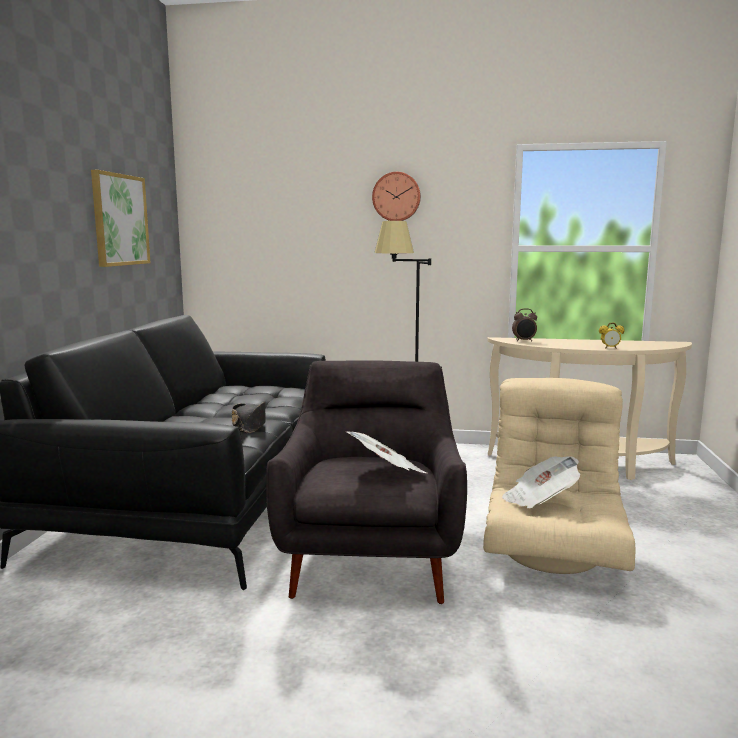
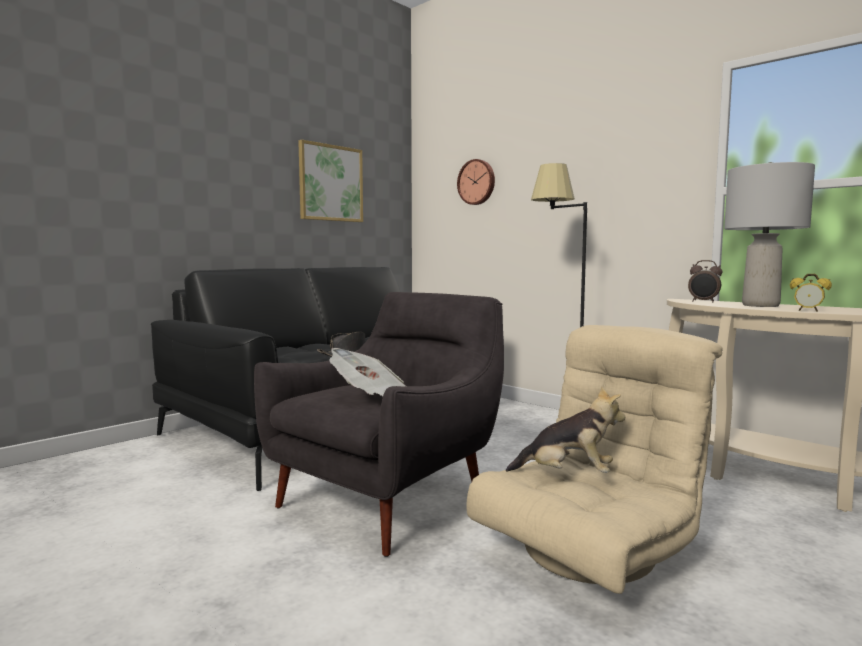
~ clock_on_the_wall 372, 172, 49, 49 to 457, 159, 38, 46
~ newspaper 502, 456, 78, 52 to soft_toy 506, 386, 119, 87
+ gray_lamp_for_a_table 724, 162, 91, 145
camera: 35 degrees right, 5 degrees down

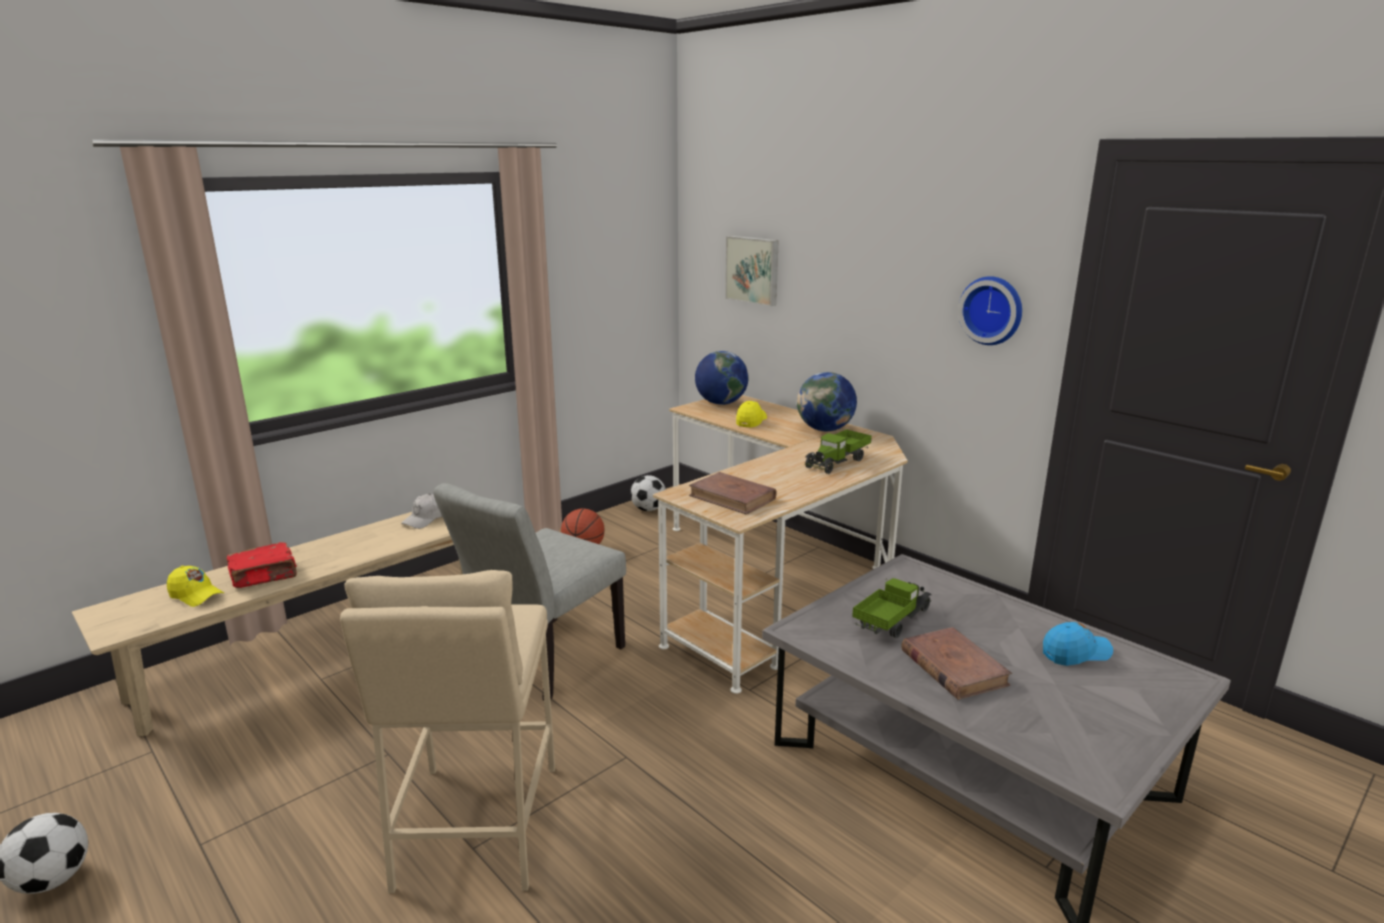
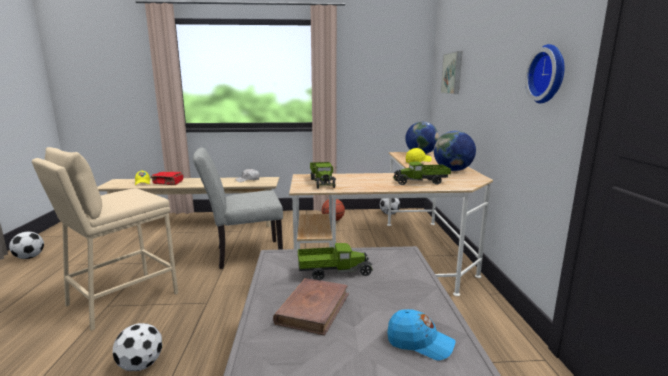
~ brown-coloured_book 689, 472, 88, 42 to model_truck 310, 162, 26, 27
+ ball_for_football 113, 323, 50, 48
camera: 40 degrees right, 5 degrees down

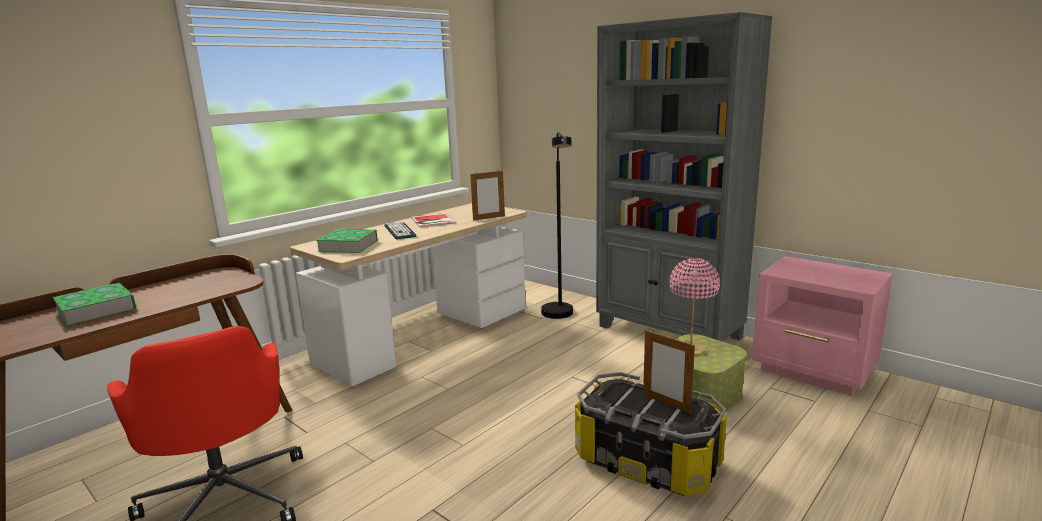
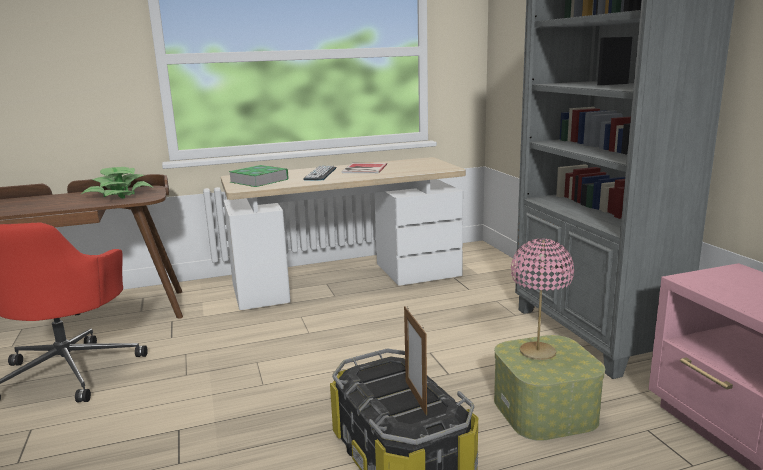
- black-coloured_floor_lamp 541, 132, 32, 187
- picture_frame 470, 171, 35, 50
- book 53, 283, 83, 43
+ potted_plant 82, 167, 72, 31
camera: 30 degrees right, 0 degrees up

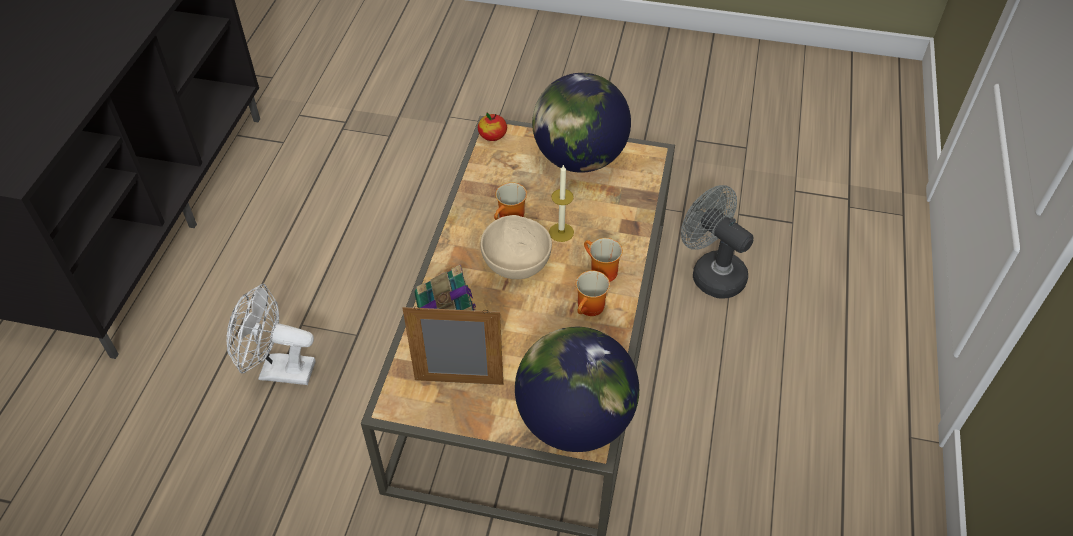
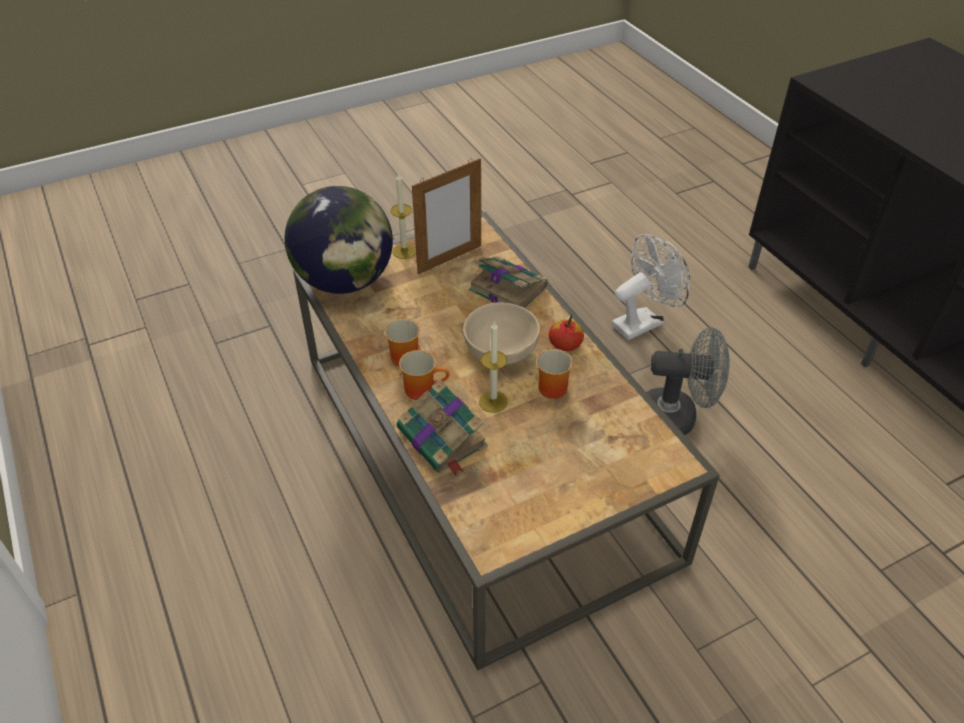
- globe 532, 73, 99, 100
~ apple_fruit 478, 113, 29, 28 to 549, 315, 35, 36
~ gray_fan 681, 185, 73, 114 to 646, 327, 84, 108
+ candle 391, 173, 25, 86
+ book 397, 379, 91, 97
camera: 140 degrees right, 5 degrees down

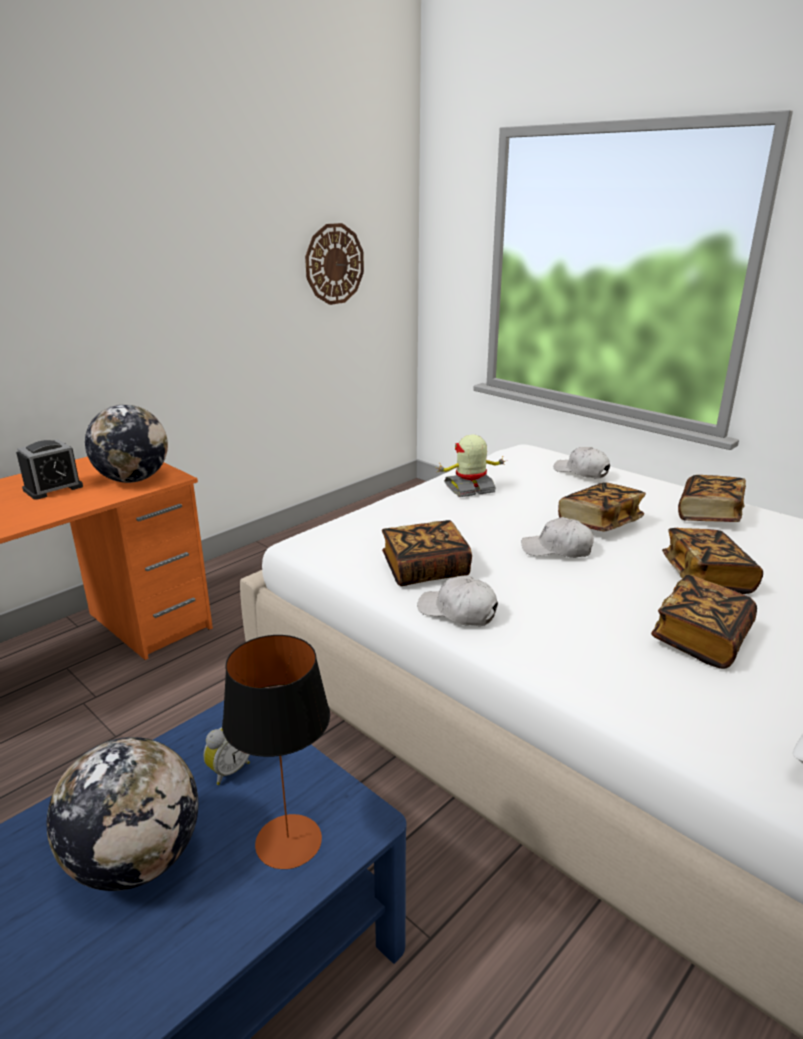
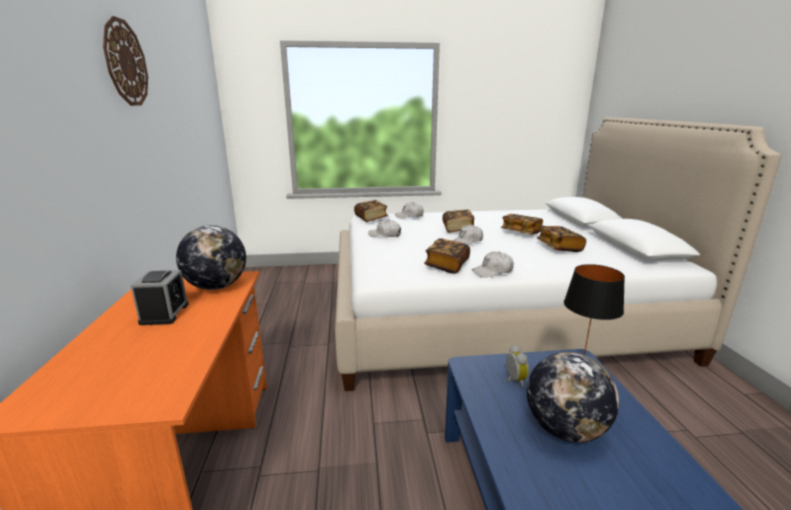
~ clock_on_the_wall 305, 223, 59, 82 to 103, 16, 45, 90
~ toy_robot 436, 435, 69, 62 to whitish_cap 368, 220, 33, 17
~ book 678, 475, 68, 47 to 354, 200, 34, 22
camera: 50 degrees left, 5 degrees down

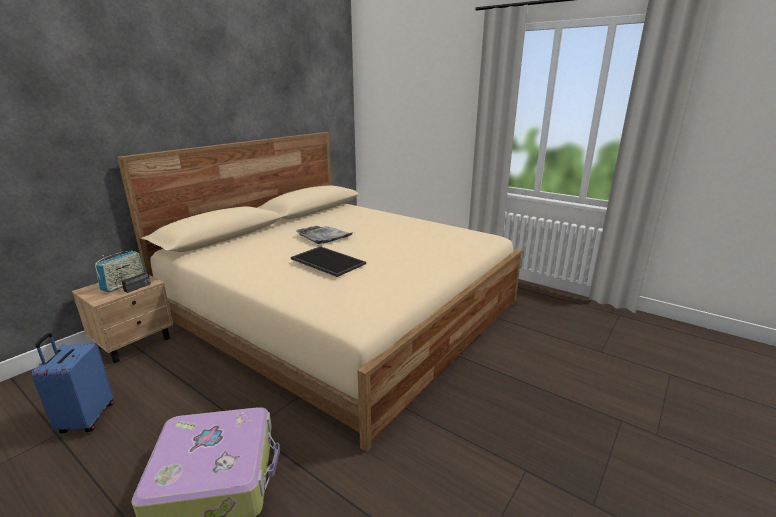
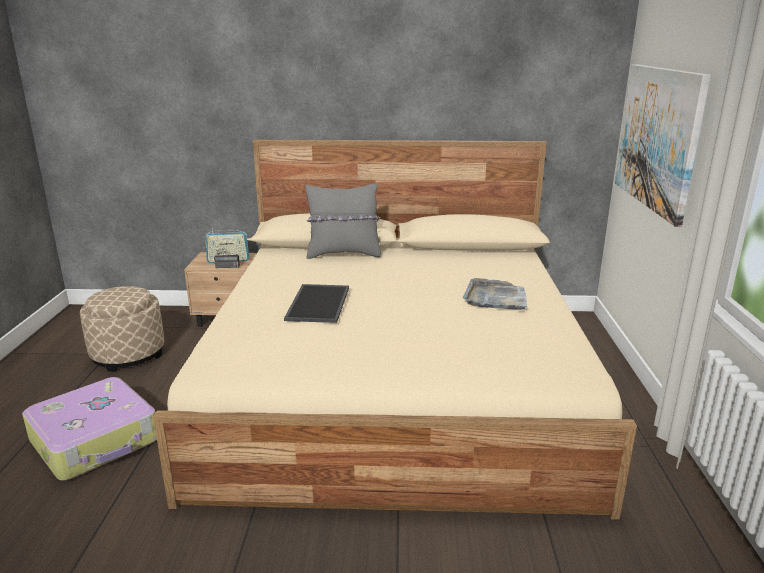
~ gray_tray 296, 226, 58, 18 to 463, 278, 65, 32
~ blue-coloured_suitcase 31, 333, 83, 100 to beige_footrest 80, 286, 84, 86
+ wall_art 615, 64, 96, 163
+ gray_pillow 305, 183, 76, 76
camera: 55 degrees right, 0 degrees up

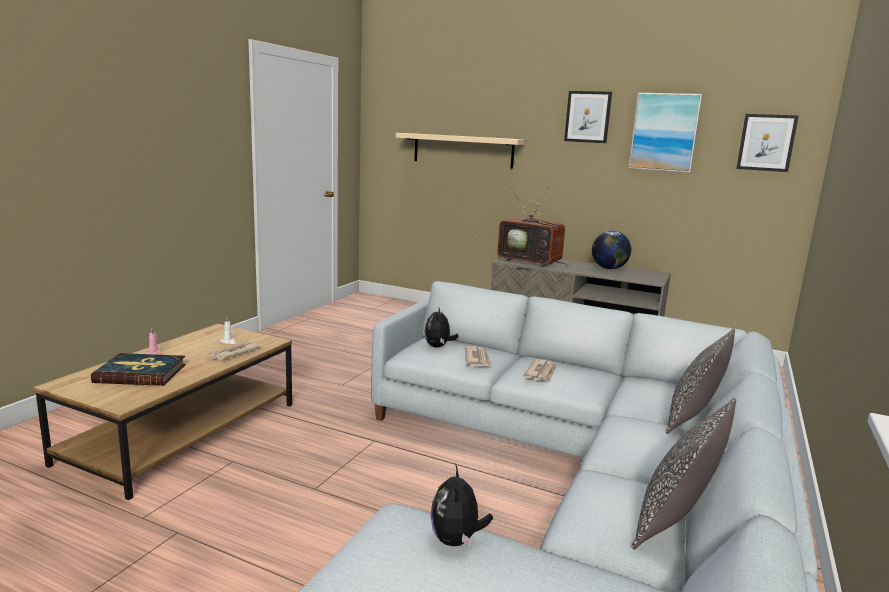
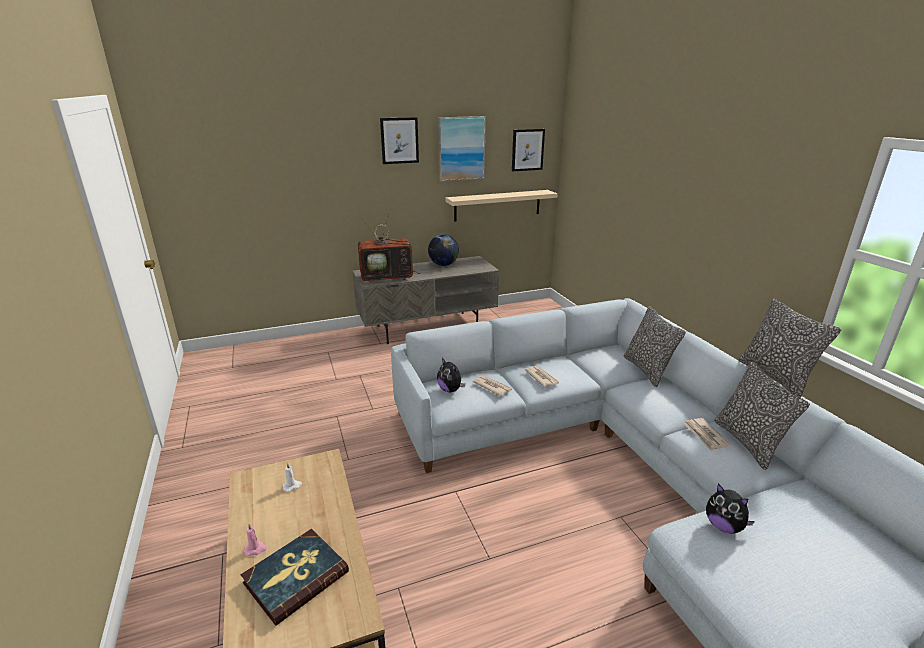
~ beige_shelf 396, 133, 129, 36 to 445, 190, 113, 32
~ newspaper 209, 342, 53, 18 to 684, 418, 46, 33
+ pillow 738, 298, 103, 100
camera: 45 degrees left, 10 degrees up

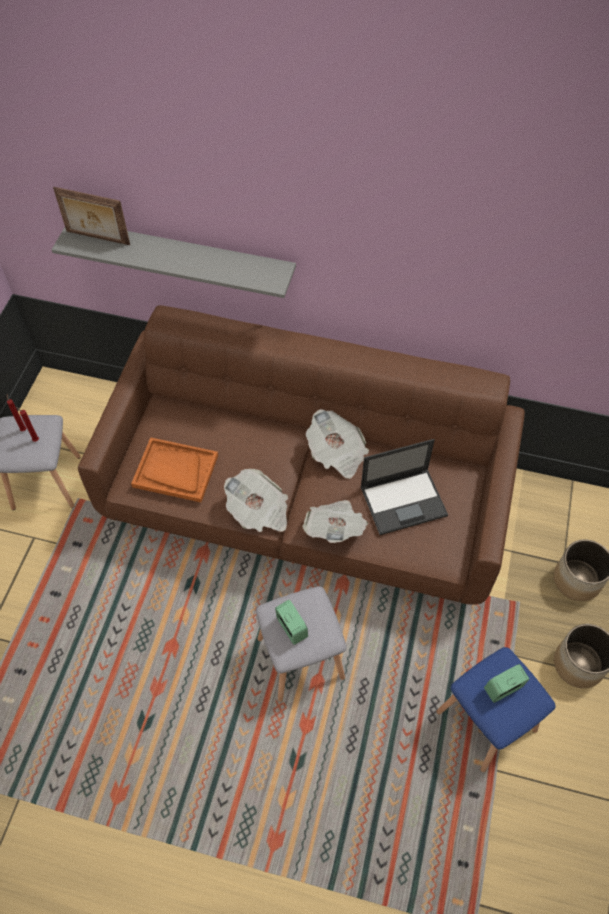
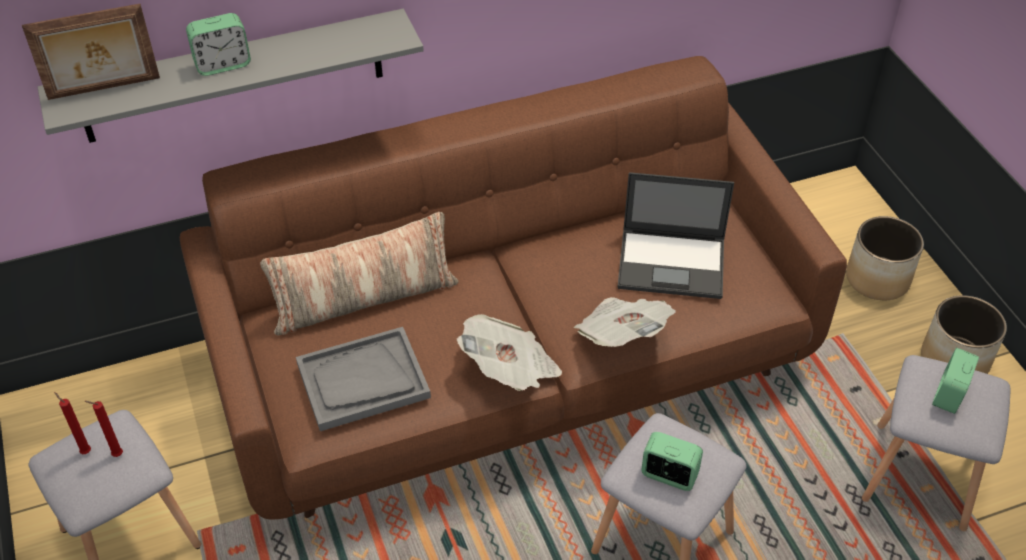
- newspaper 306, 409, 63, 70
~ orange_tray 131, 437, 87, 65 to gray_tray 296, 327, 135, 104
~ laptop 361, 439, 87, 96 = 617, 172, 117, 127 60 degrees clockwise
~ blue-coloured_stool_seat 436, 647, 120, 125 to gray_stool_seat 862, 355, 148, 176
+ table_clock 186, 13, 65, 63
+ pillow 260, 212, 199, 124
camera: 35 degrees left, 10 degrees down

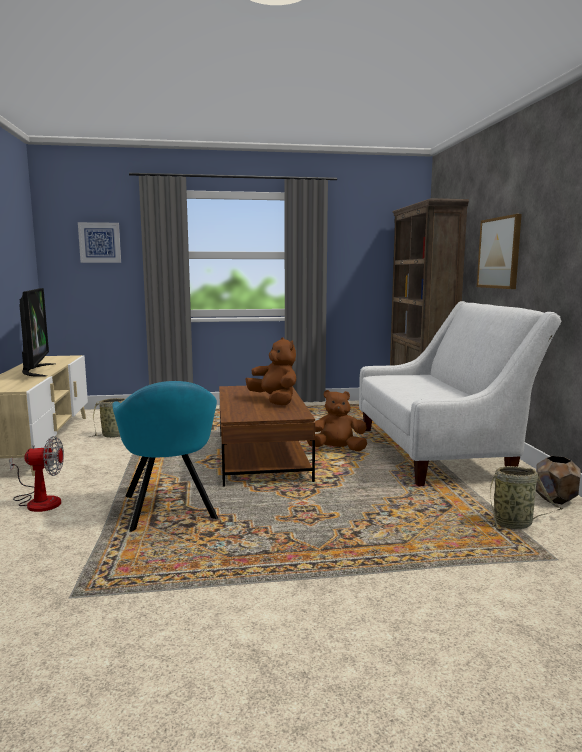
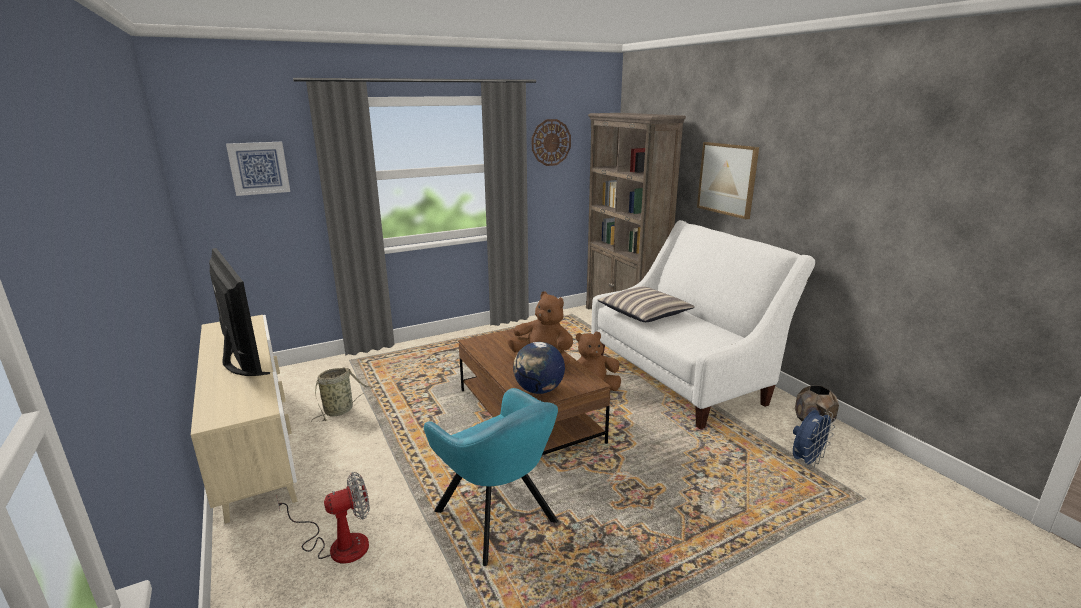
~ basket 477, 466, 86, 63 to blue-coloured_fan 793, 410, 43, 59
+ clock_on_the_wall 532, 119, 39, 47
+ pillow 598, 287, 97, 35
+ globe 513, 342, 52, 52
camera: 20 degrees left, 10 degrees up

